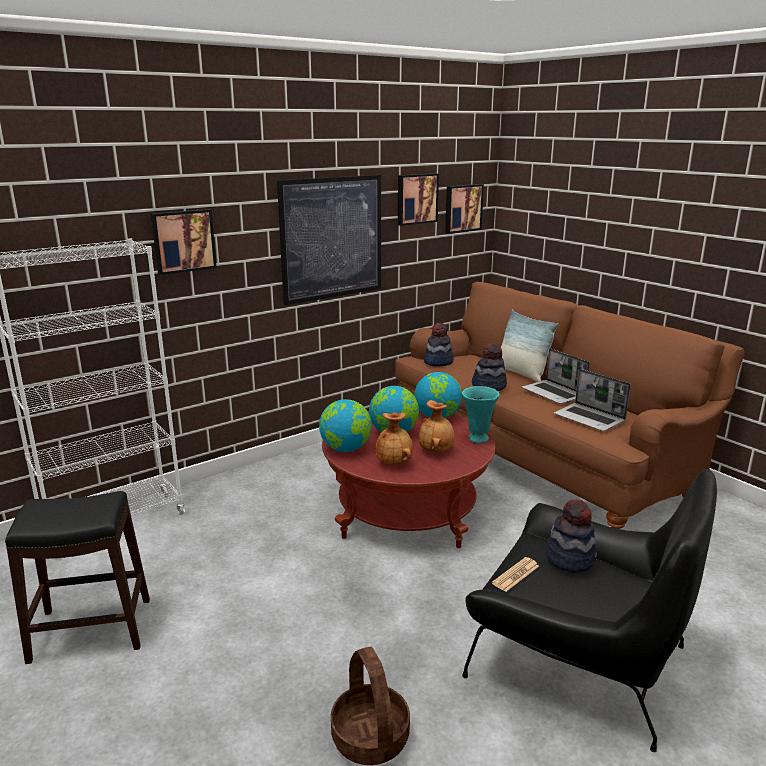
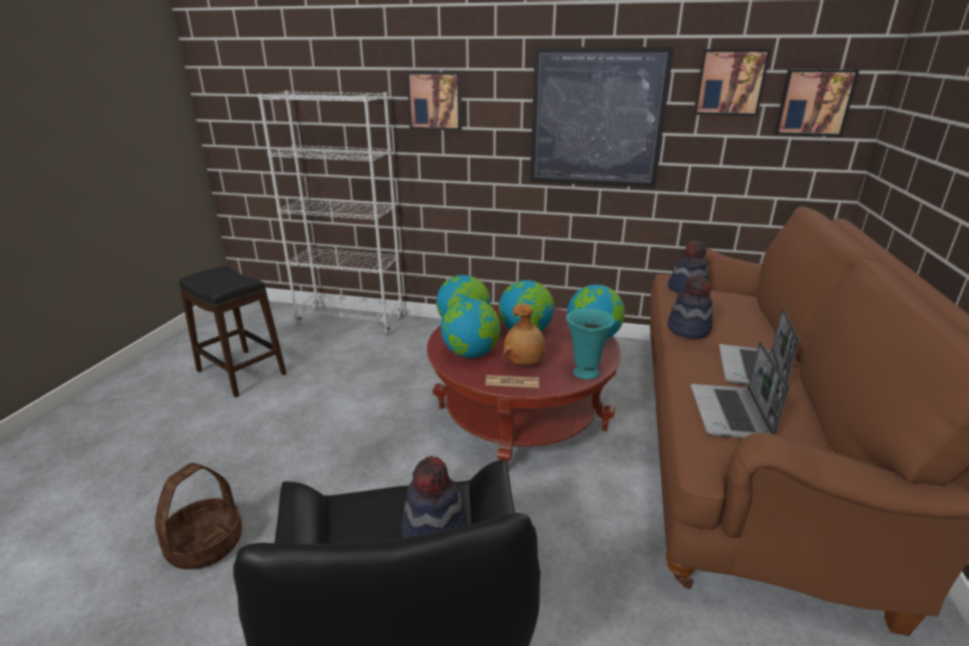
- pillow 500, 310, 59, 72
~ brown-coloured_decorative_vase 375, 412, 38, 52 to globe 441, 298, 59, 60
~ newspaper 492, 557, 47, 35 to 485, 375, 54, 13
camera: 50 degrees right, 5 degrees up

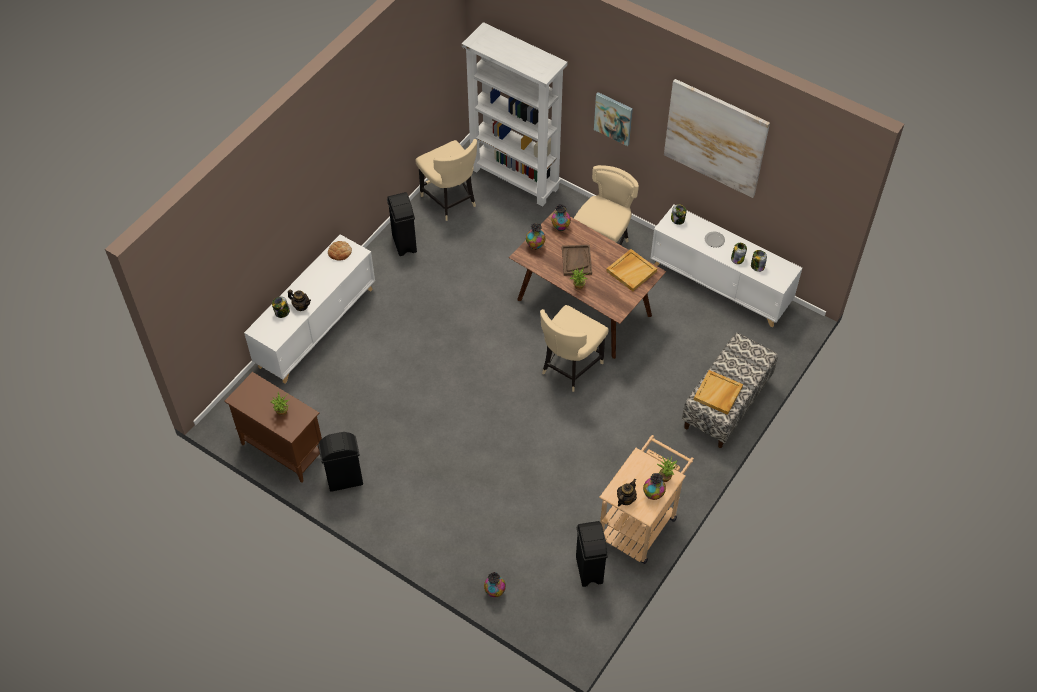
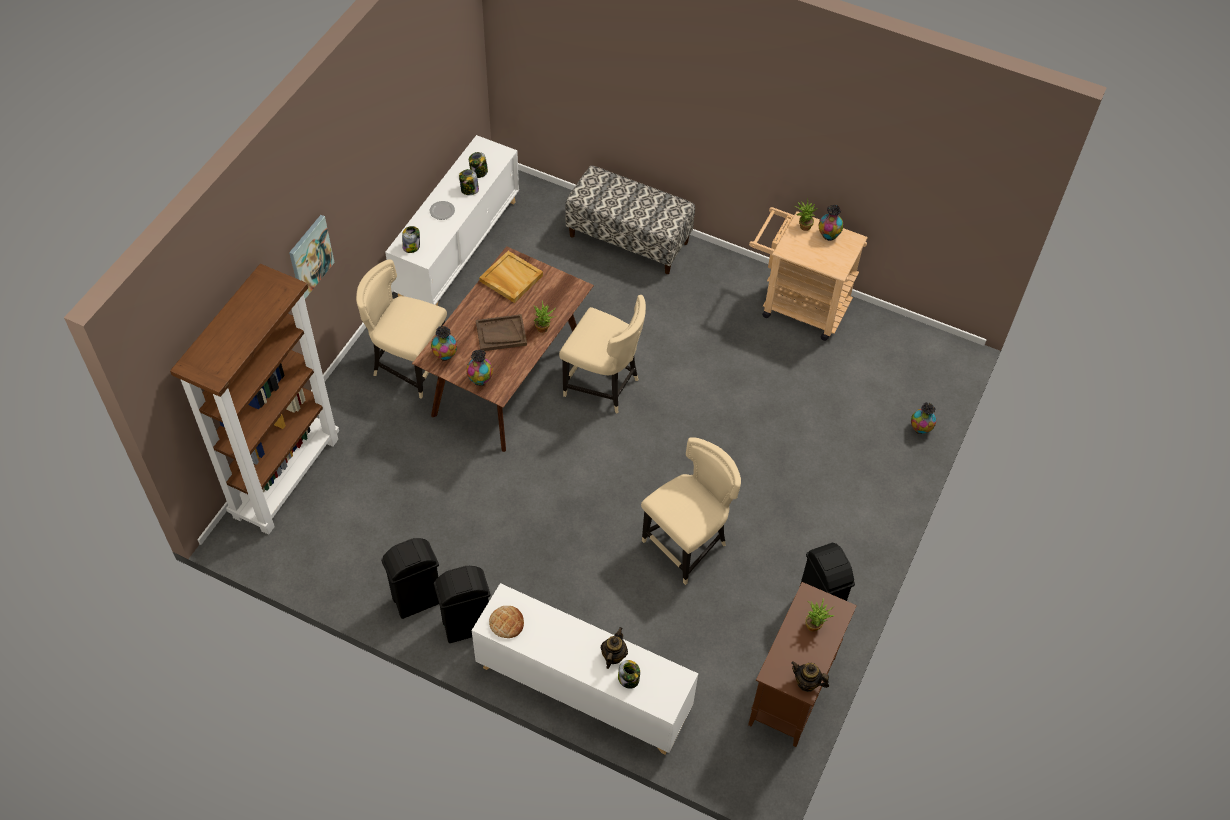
~ whitish_bookshelf 462, 22, 105, 185 to brown-coloured_bookshelf 170, 264, 169, 271
- wall_art 664, 79, 106, 119
~ beige_upright_chair 415, 139, 62, 82 to 641, 437, 100, 148
- beige_tray 694, 370, 49, 45
~ tea_pot 617, 479, 20, 28 to 791, 661, 38, 31
~ black-coloured_rubbish_bin 576, 521, 32, 66 to 434, 566, 56, 77
camera: 100 degrees left, 0 degrees up

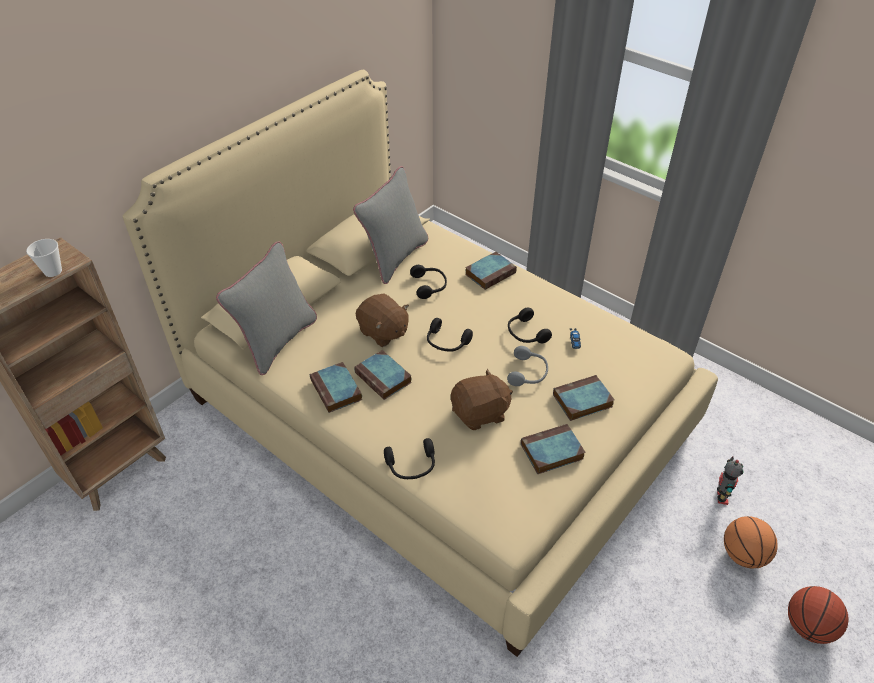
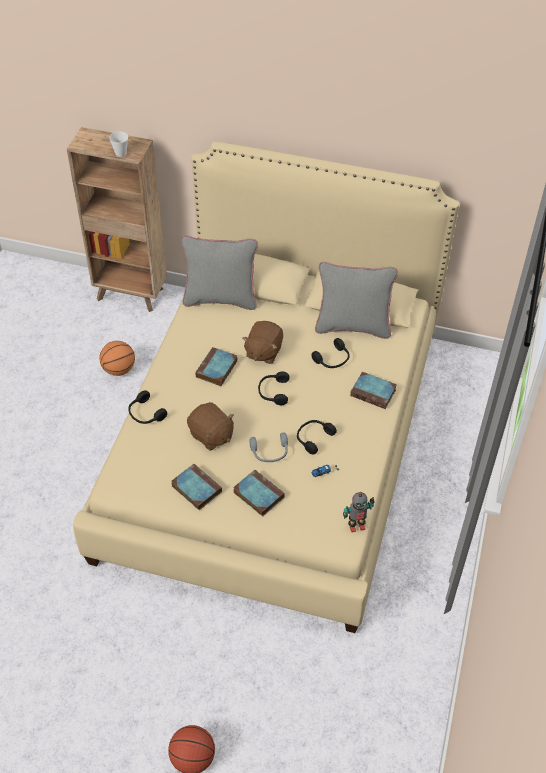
- book 310, 362, 52, 51
~ toy_robot 717, 457, 27, 48 to 343, 492, 32, 40
~ basketball_ball 724, 516, 54, 53 to 99, 341, 36, 35
camera: 65 degrees right, 5 degrees up

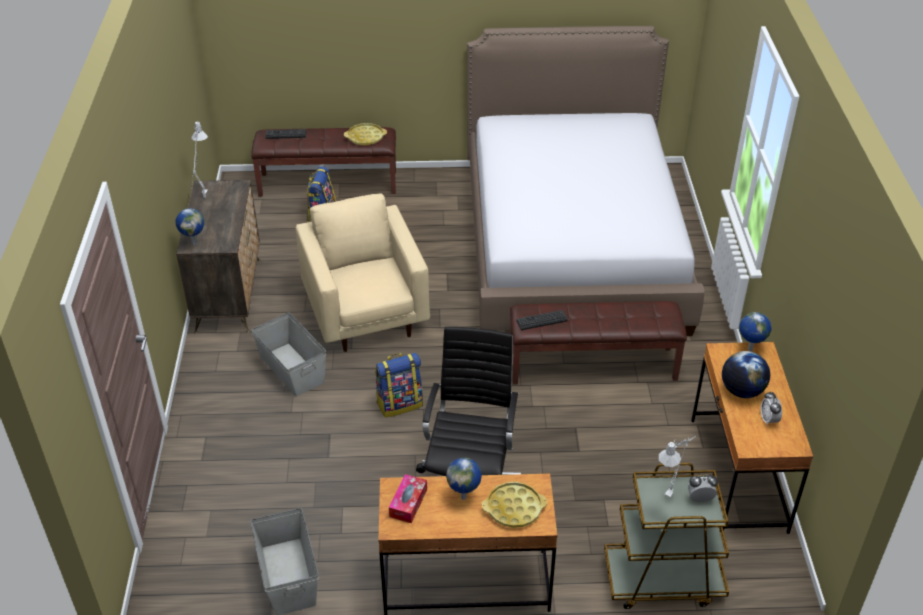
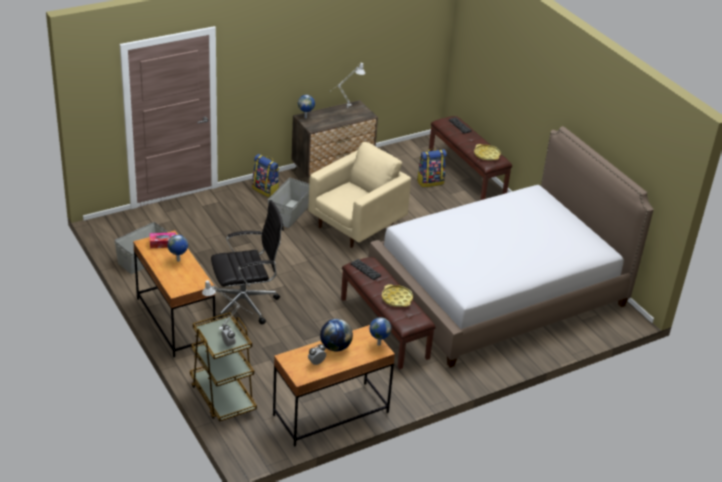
~ rucksack 375, 353, 48, 64 to 252, 154, 27, 43
~ yellow-coloured_tray 482, 482, 65, 46 to 382, 284, 31, 23
camera: 60 degrees right, 5 degrees down

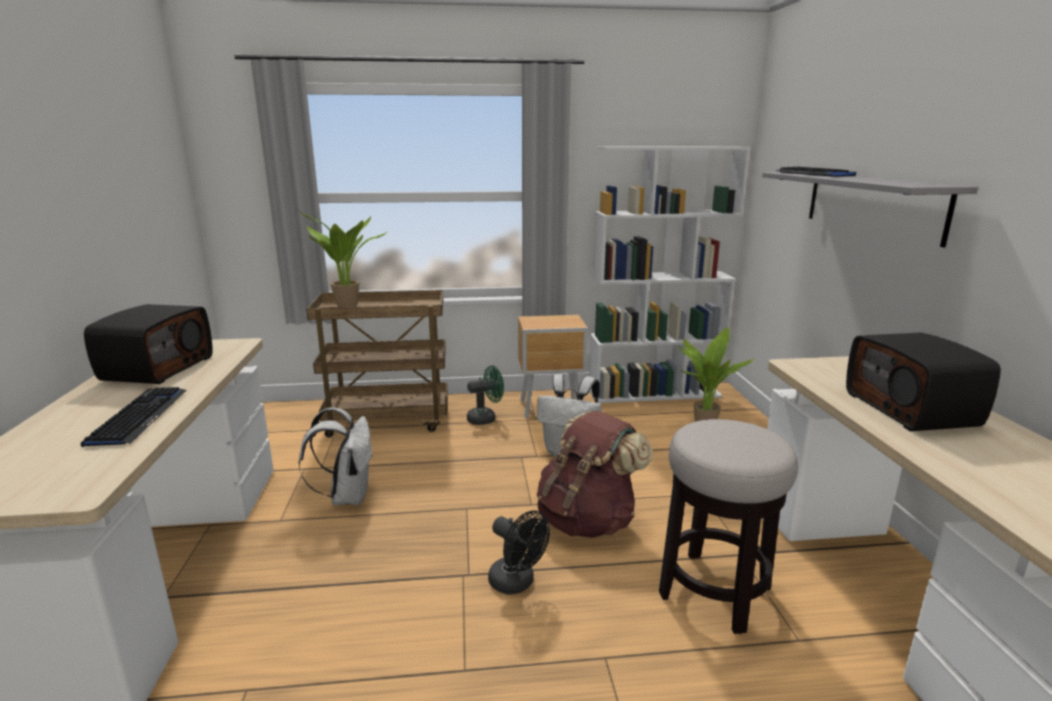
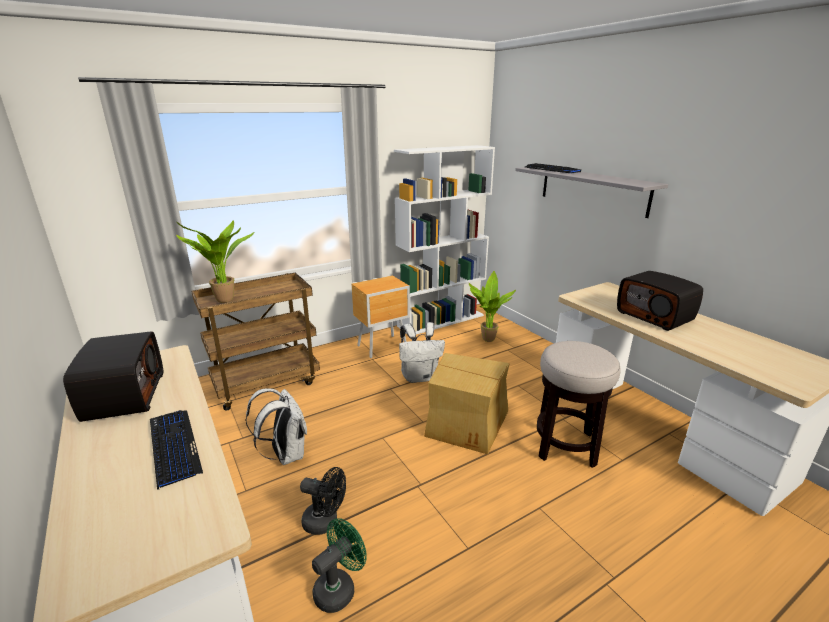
~ greenish_fan 467, 366, 37, 59 to 312, 518, 55, 95
~ brown-coloured_rucksack 536, 410, 117, 128 to carton 424, 353, 86, 101
~ black-coloured_fan 488, 510, 62, 84 to 300, 467, 46, 68
camera: 25 degrees left, 5 degrees up

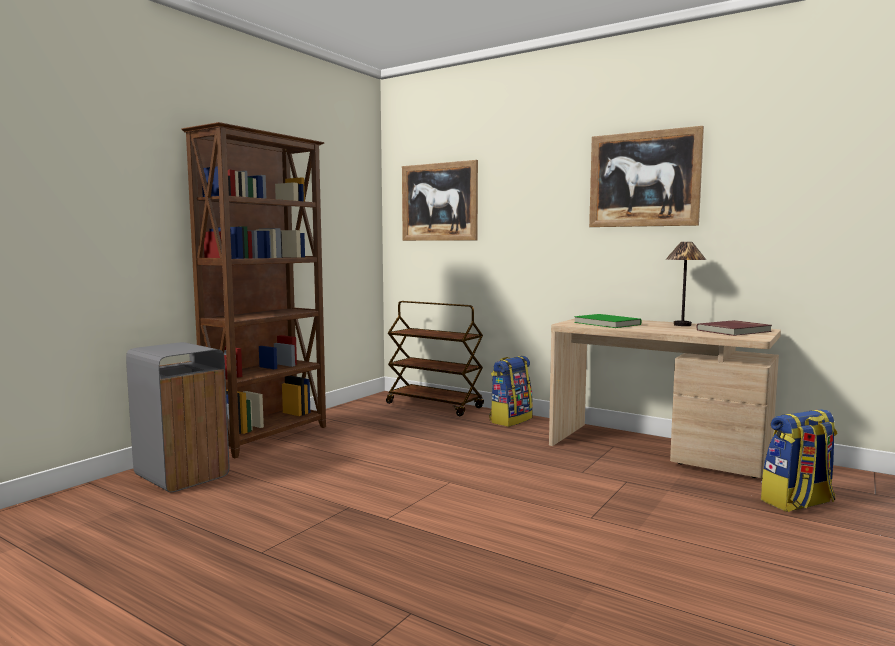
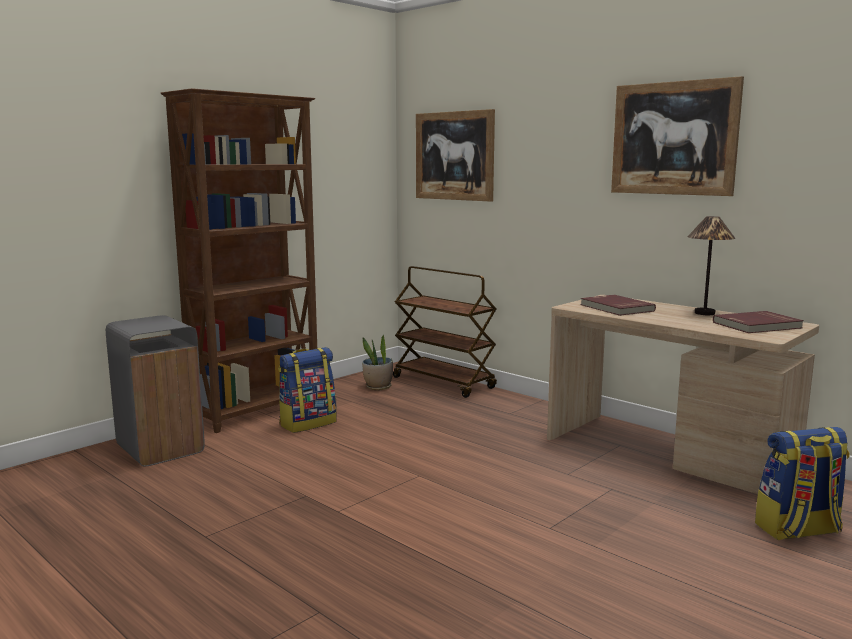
~ greenish_book 574, 314, 68, 14 to reddish_book 581, 295, 75, 21
~ rucksack 489, 356, 44, 71 to 278, 347, 59, 86
+ potted_plant 362, 335, 31, 55
camera: 10 degrees right, 5 degrees up

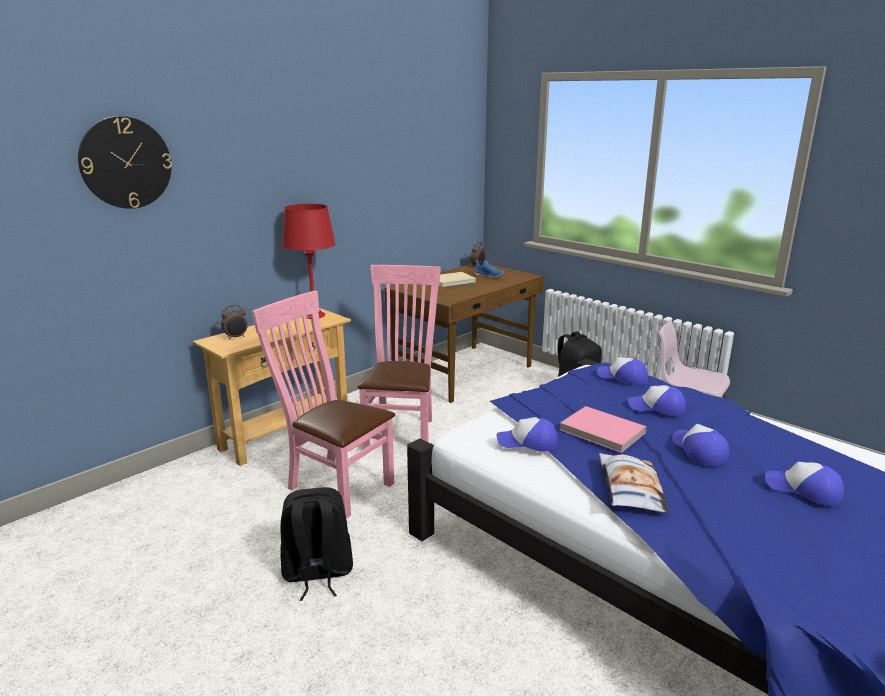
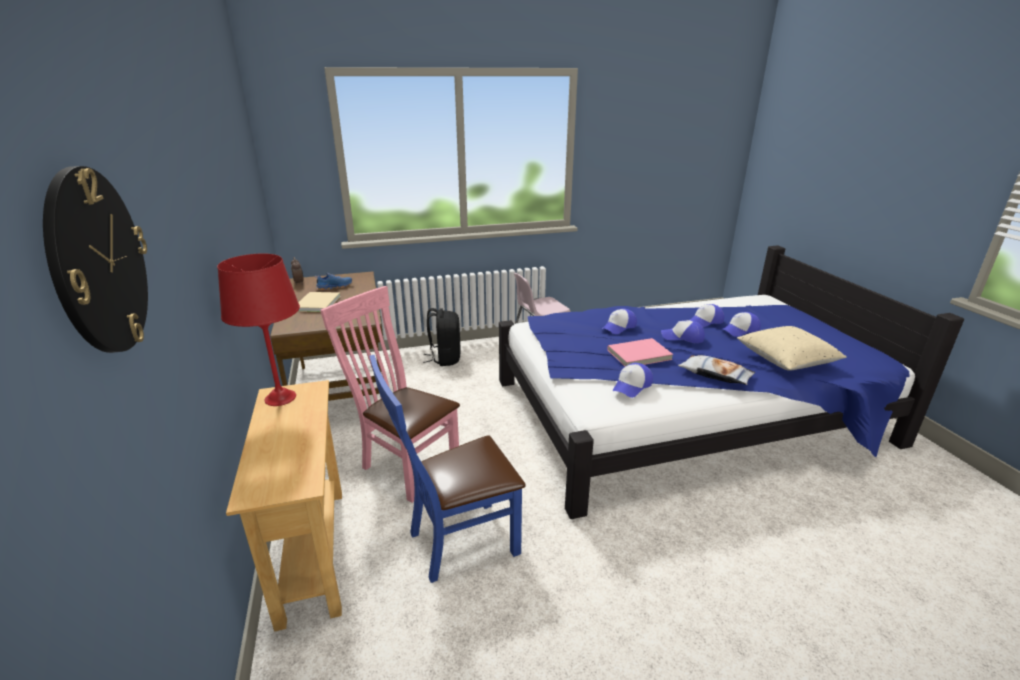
~ pink_upright_chair 251, 291, 144, 228 to blue-coloured_upright_chair 369, 355, 156, 228
- table_clock 221, 305, 27, 35
~ cap 597, 357, 51, 28 to 690, 304, 34, 23
- black-coloured_rucksack 280, 487, 73, 114
+ beige_pillow 737, 326, 109, 45
camera: 60 degrees left, 5 degrees up

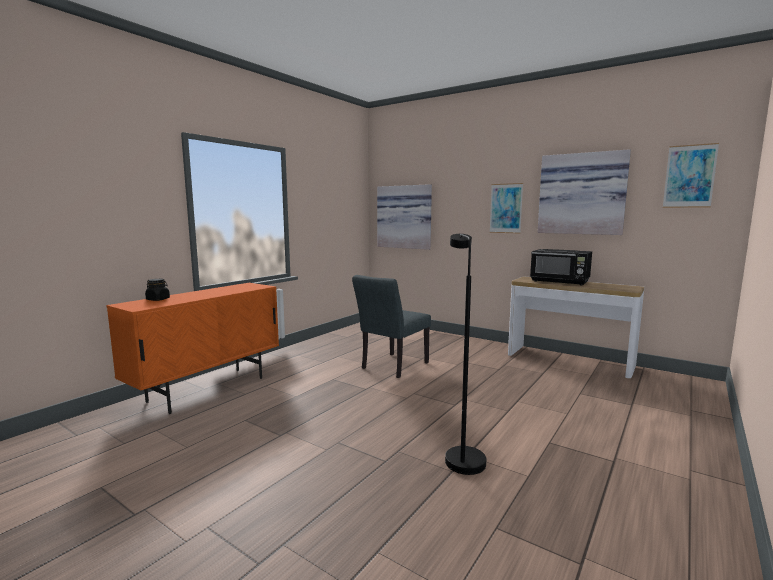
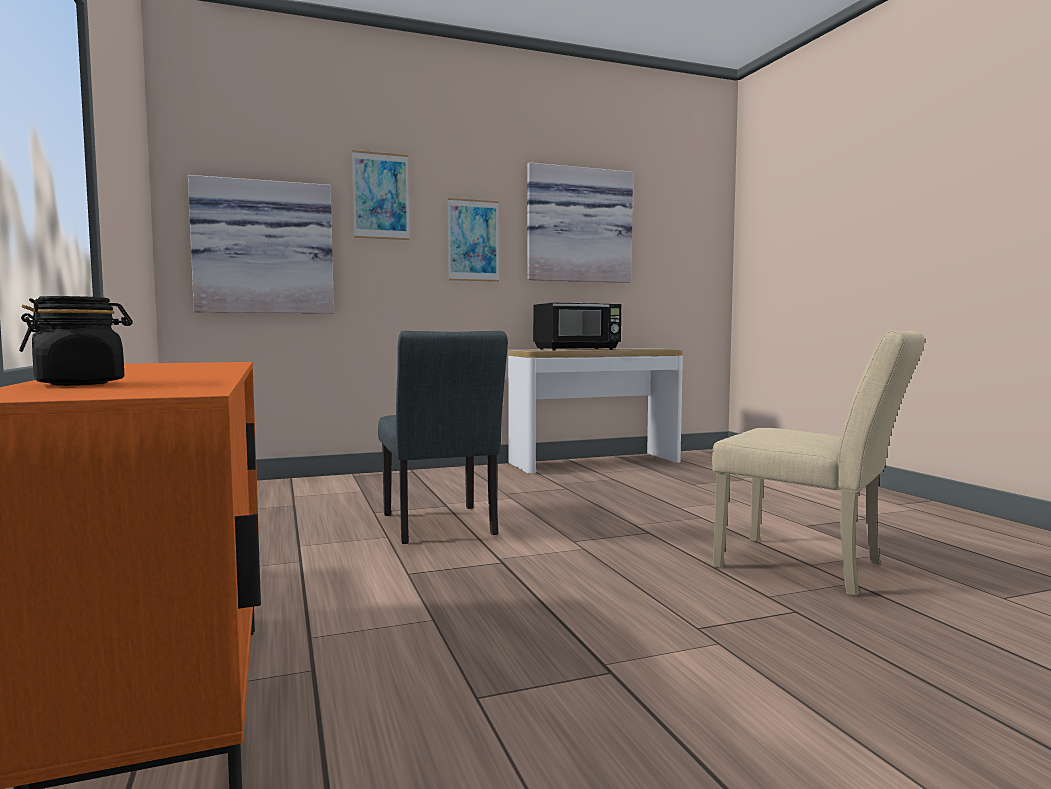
~ wall_art 663, 143, 56, 65 to 352, 150, 58, 90
~ black-coloured_floor_lamp 445, 234, 41, 241 to beige_upright_chair 712, 331, 213, 265
camera: 55 degrees left, 5 degrees down

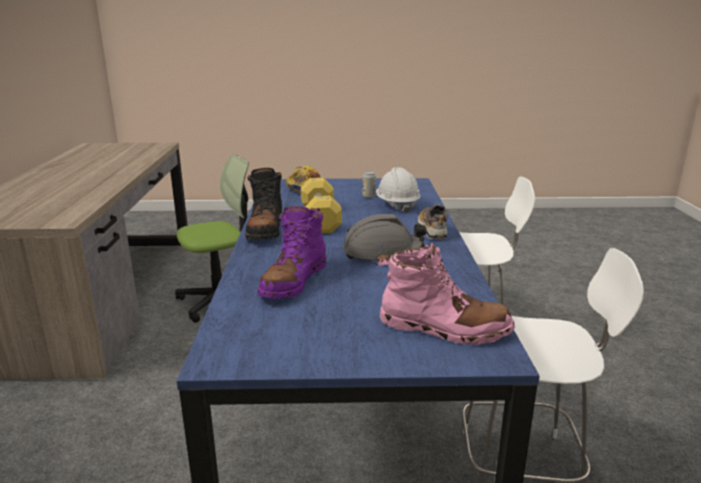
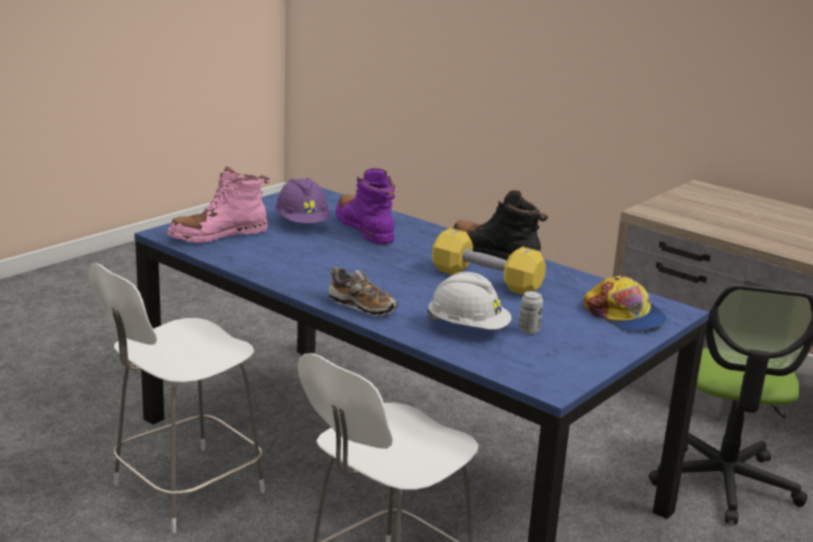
- gray_hard_hat 343, 214, 84, 47
+ purple_hard_hat 275, 178, 55, 45
camera: 130 degrees right, 0 degrees up

